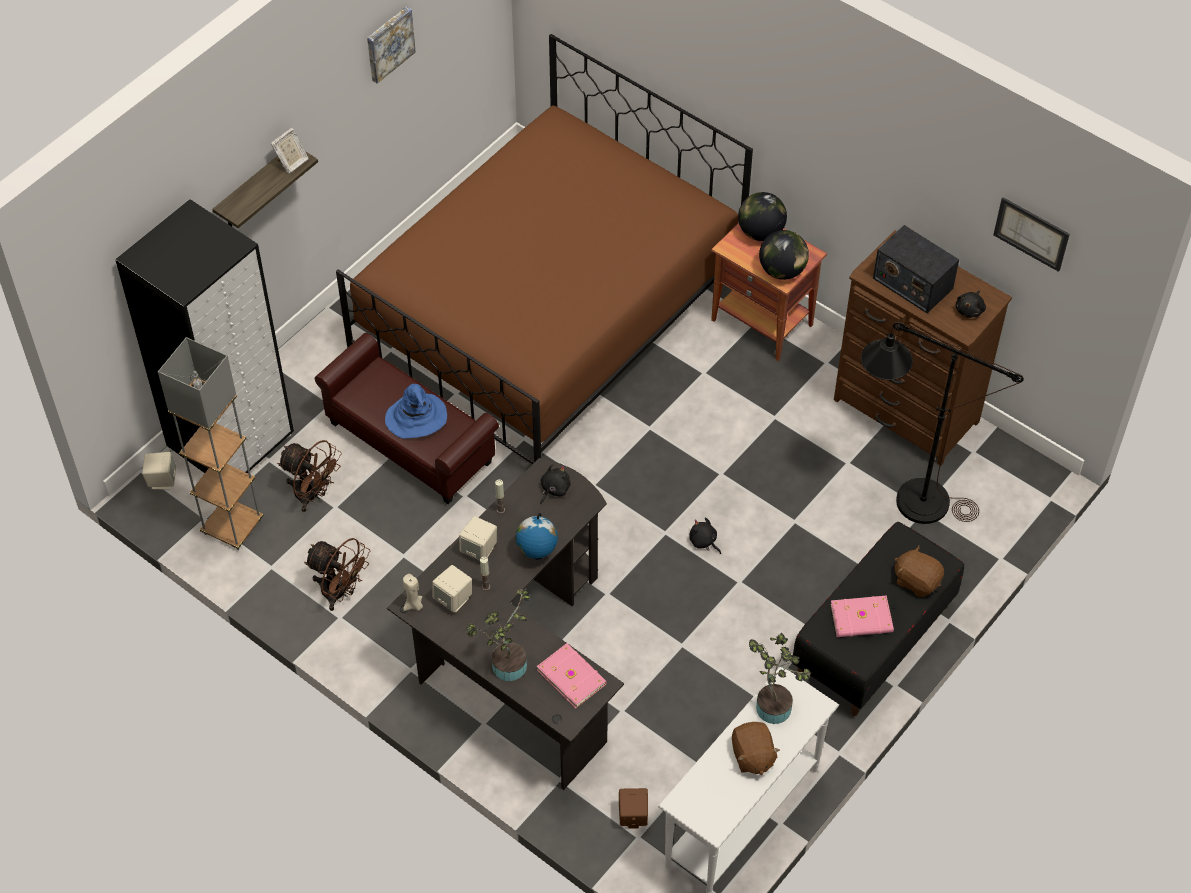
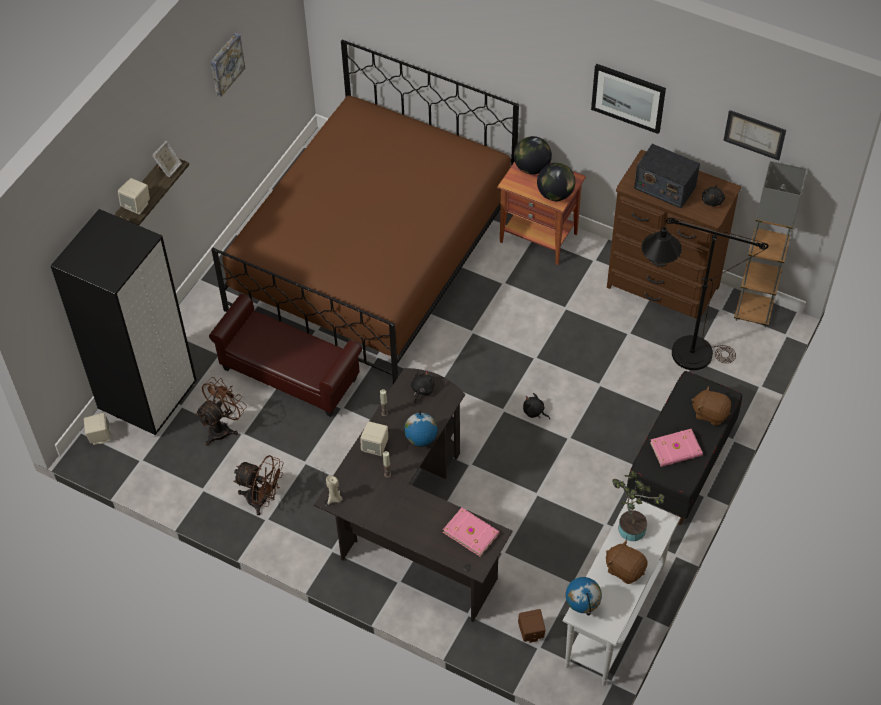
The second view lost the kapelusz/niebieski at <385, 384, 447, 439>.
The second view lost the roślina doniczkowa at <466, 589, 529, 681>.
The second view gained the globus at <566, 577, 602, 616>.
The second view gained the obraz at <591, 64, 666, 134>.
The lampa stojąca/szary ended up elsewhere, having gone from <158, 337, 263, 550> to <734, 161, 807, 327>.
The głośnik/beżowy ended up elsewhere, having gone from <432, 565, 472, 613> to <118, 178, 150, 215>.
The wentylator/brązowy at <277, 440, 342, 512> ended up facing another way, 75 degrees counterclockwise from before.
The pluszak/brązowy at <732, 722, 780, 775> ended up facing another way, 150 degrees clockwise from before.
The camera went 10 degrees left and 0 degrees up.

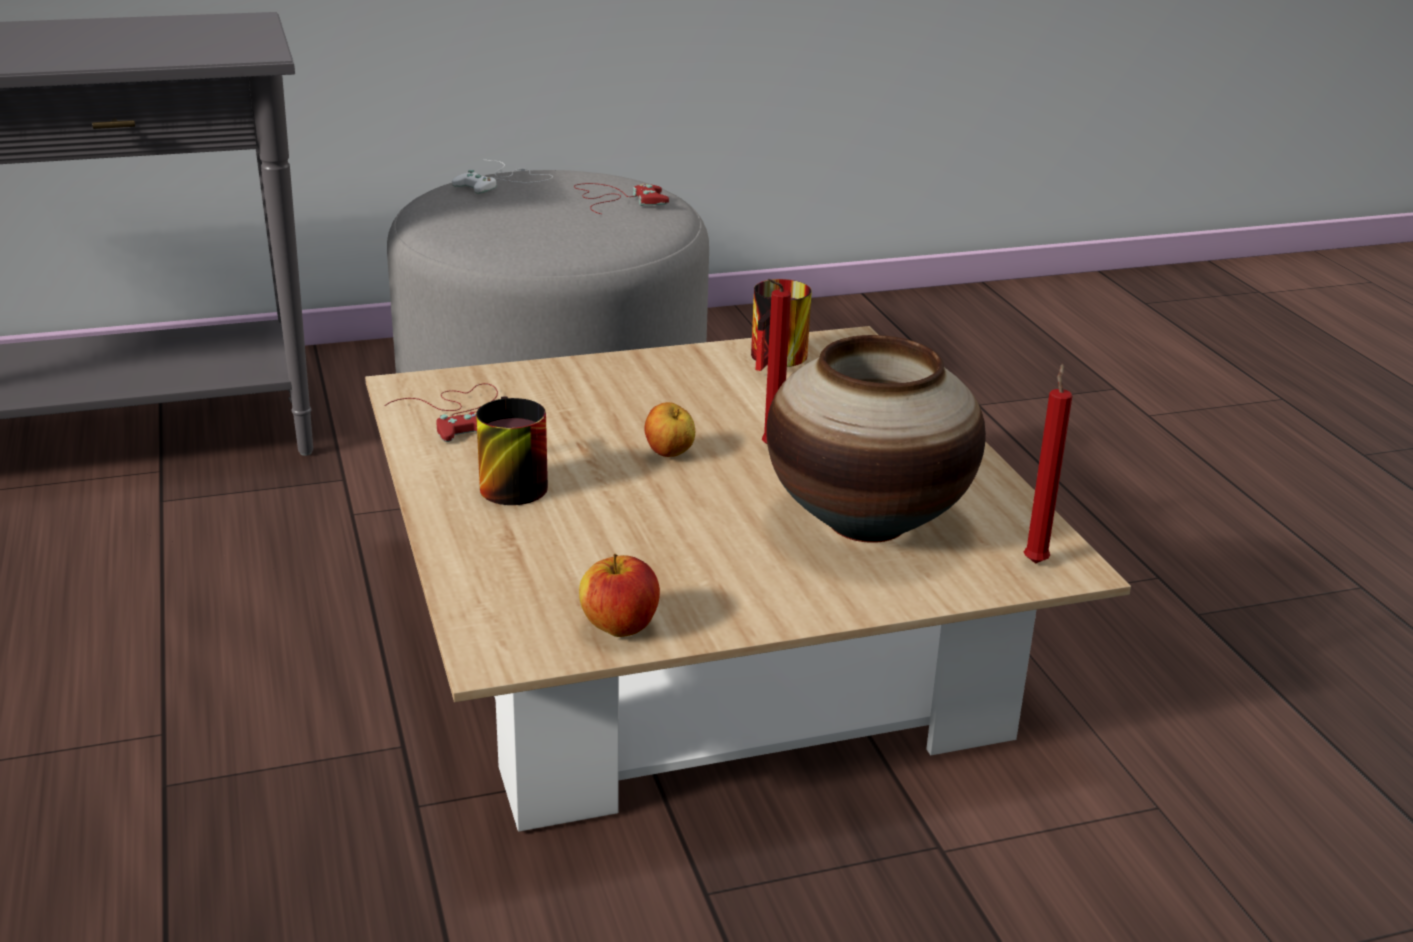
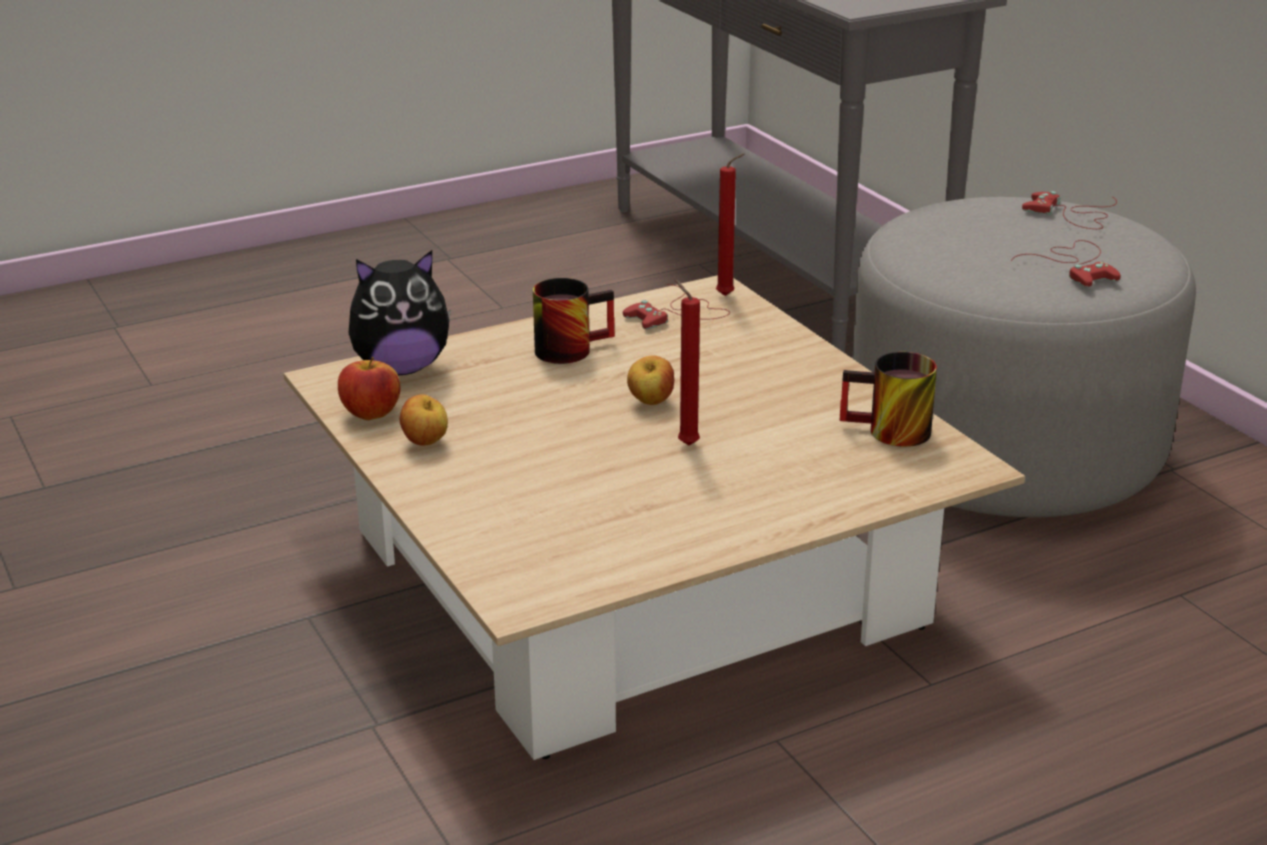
The second view lost the wazon at <766, 335, 986, 543>.
The second view gained the pluszak at <349, 250, 451, 375>.
The second view gained the jabłko at <400, 394, 448, 446>.
The świeca/czerwony ended up elsewhere, having gone from <1024, 363, 1073, 564> to <716, 153, 744, 296>.
What was the pad do gier/biały at <452, 160, 553, 194> turned into the pad do gier/czerwony at <1022, 191, 1117, 229>.
The camera went 80 degrees right and 0 degrees up.

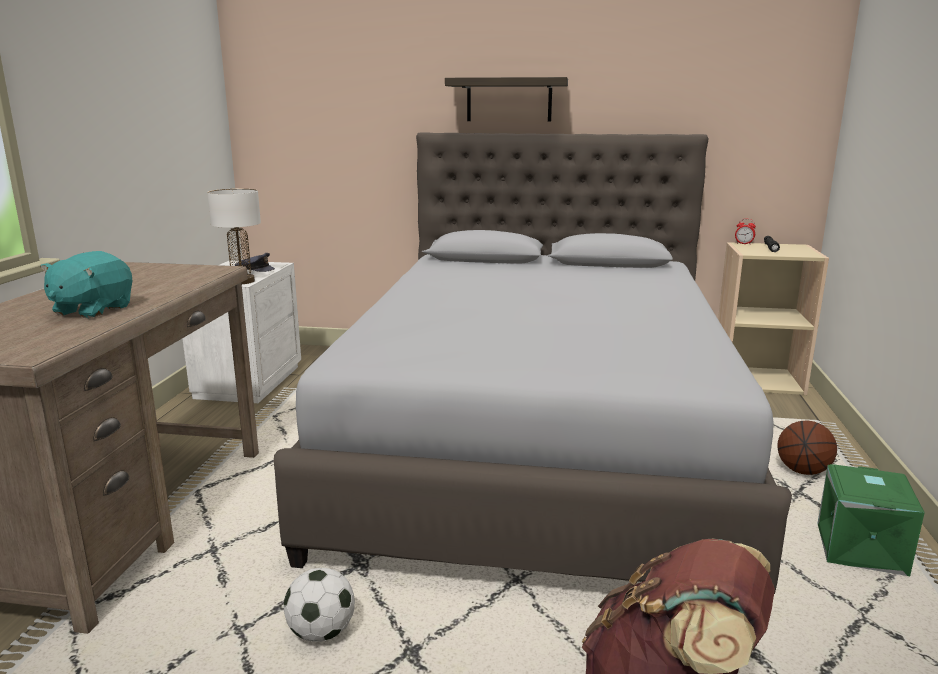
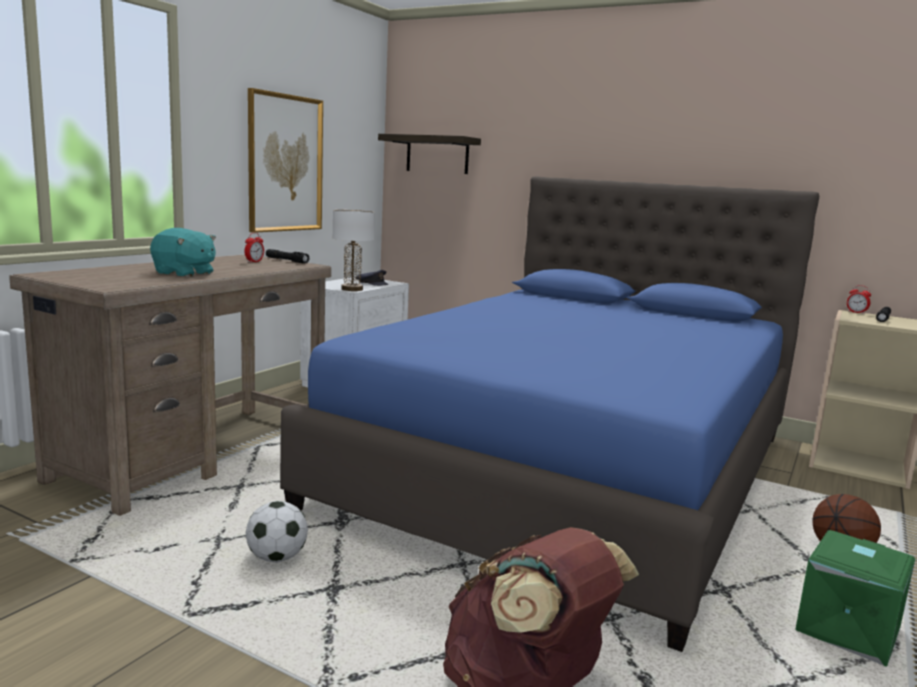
The second view gained the budzik at <245, 233, 264, 263>.
The second view gained the obraz at <248, 88, 323, 233>.
The second view gained the latarka/czarny at <266, 249, 309, 263>.
The półka ended up elsewhere, having gone from <445, 77, 568, 121> to <378, 134, 481, 174>.
What was the łóżko/szary at <274, 132, 792, 594> turned into the łóżko/niebieski at <280, 176, 819, 652>.
The pluszak/turkusowy at <40, 251, 132, 319> ended up facing another way, 105 degrees counterclockwise from before.
The camera went 20 degrees right and 5 degrees down.

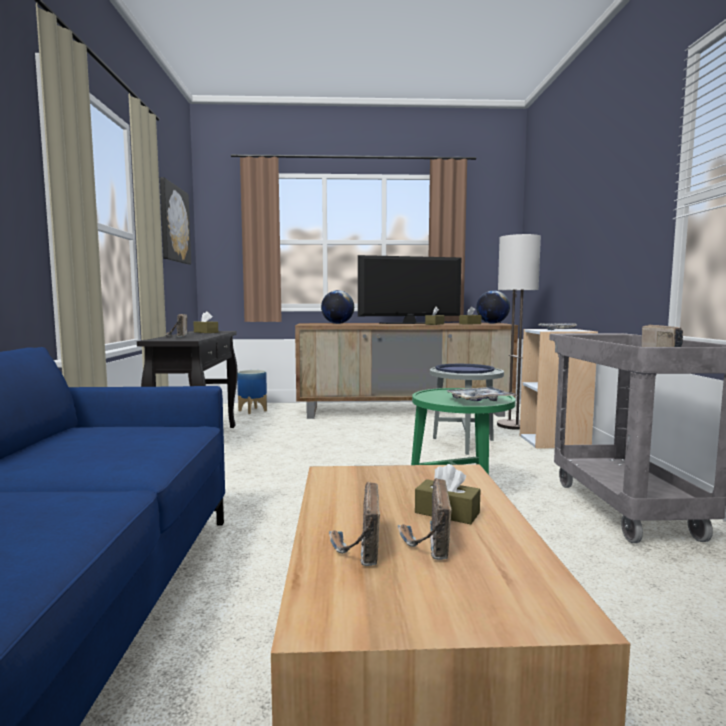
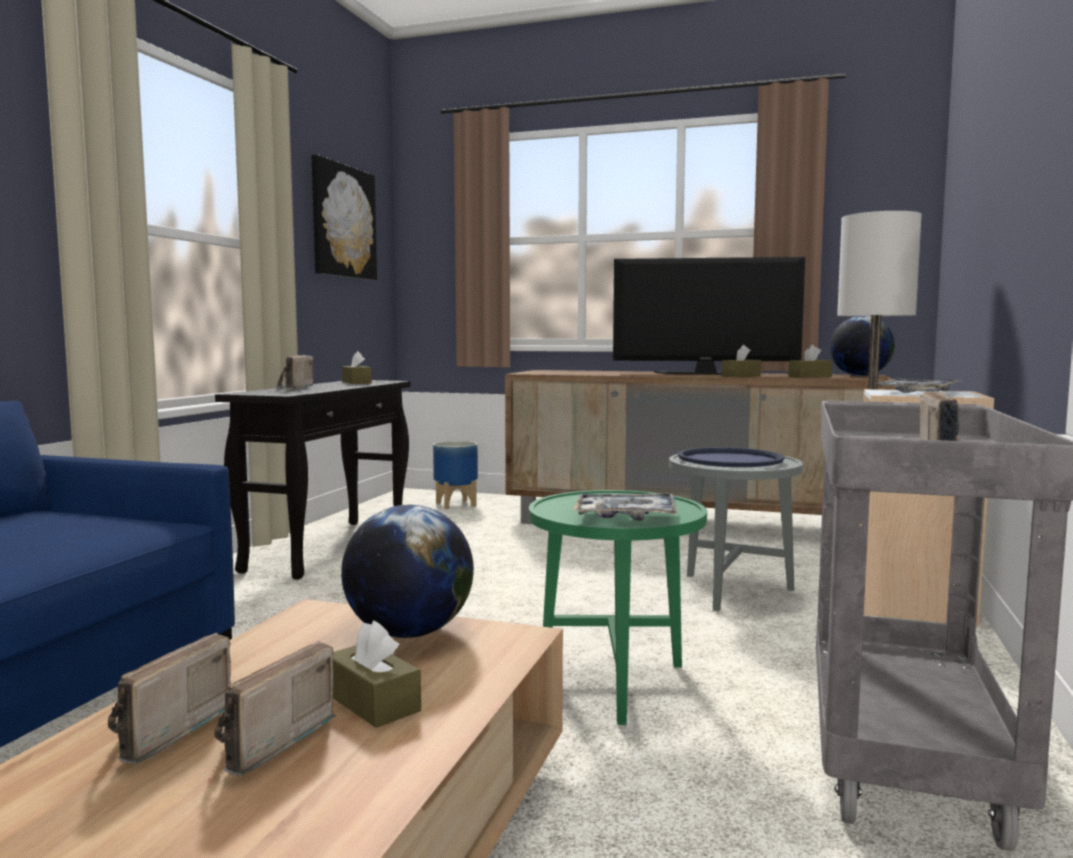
The globus ended up elsewhere, having gone from <321, 290, 354, 324> to <341, 505, 474, 638>.
The camera went 20 degrees right and 0 degrees up.

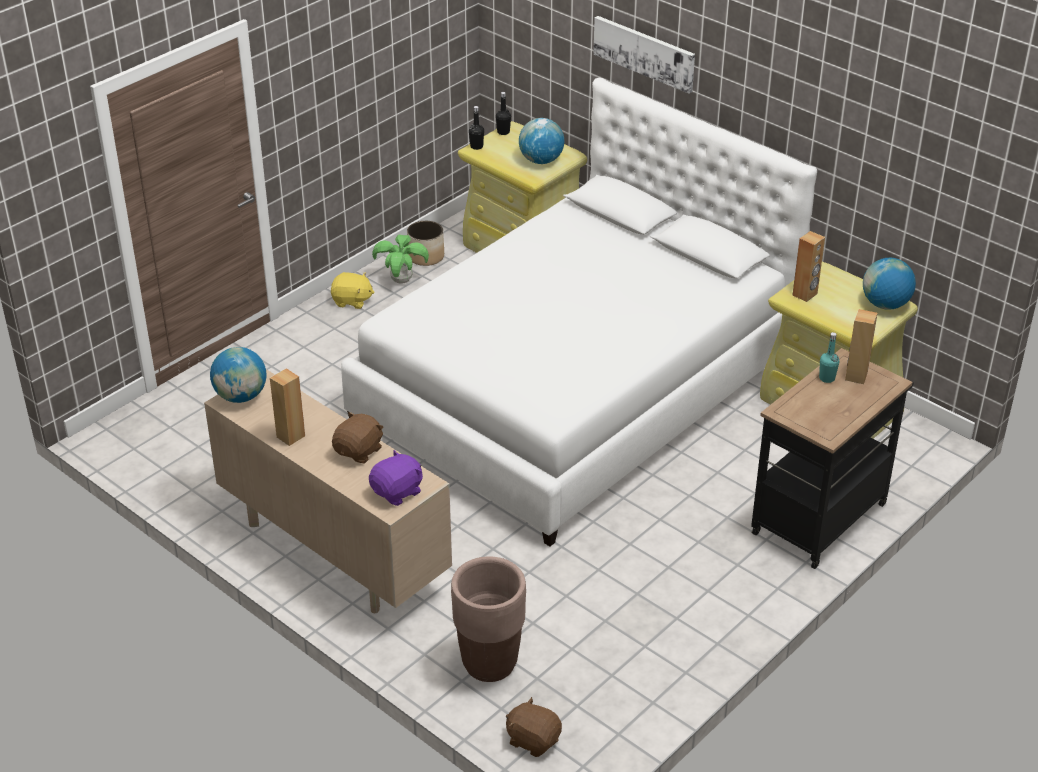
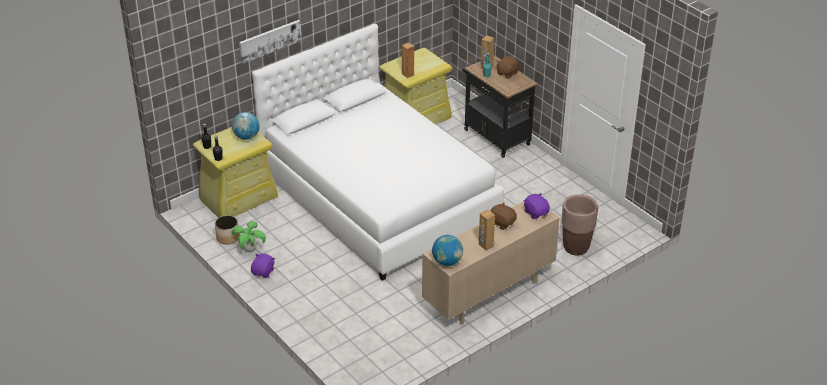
The second view lost the globus at <863, 258, 916, 310>.
The pluszak/brązowy ended up elsewhere, having gone from <506, 697, 562, 757> to <496, 56, 519, 79>.
What was the pluszak/żółty at <331, 272, 375, 309> turned into the pluszak/fioletowy at <251, 254, 275, 278>.
The camera went 80 degrees left and 0 degrees up.

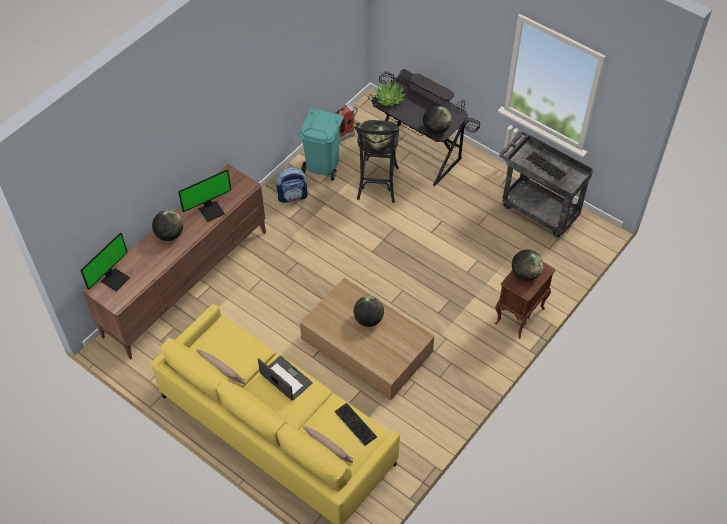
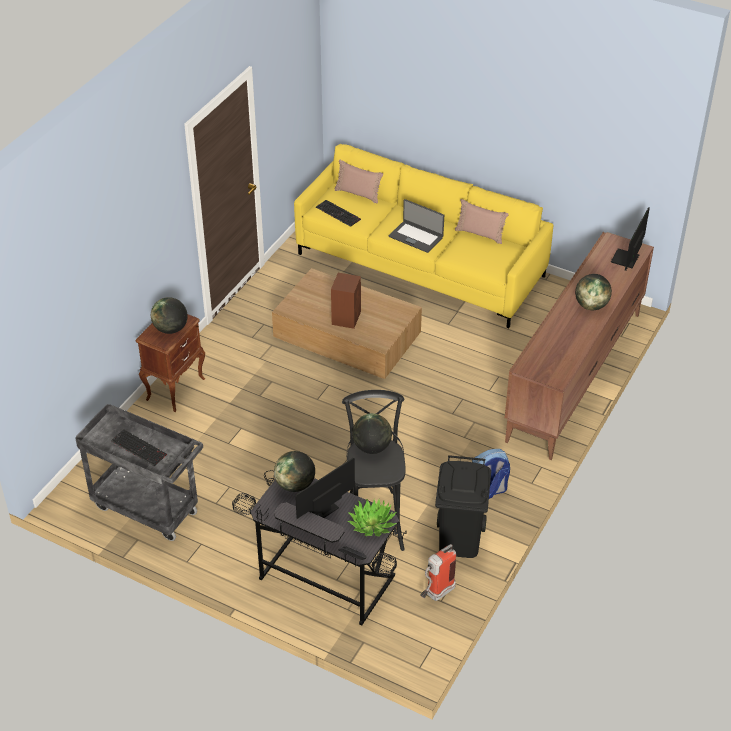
The monitor ended up elsewhere, having gone from <178, 170, 231, 222> to <295, 458, 355, 519>.
Where the globus stood at <354, 295, 384, 327>, the głośnik/brązowy came to stand at <331, 273, 361, 329>.
What was the kosz na śmieci/turkusowy at <299, 108, 344, 181> turned into the kosz na śmieci/czarny at <435, 455, 491, 558>.
The camera went 170 degrees right and 10 degrees down.

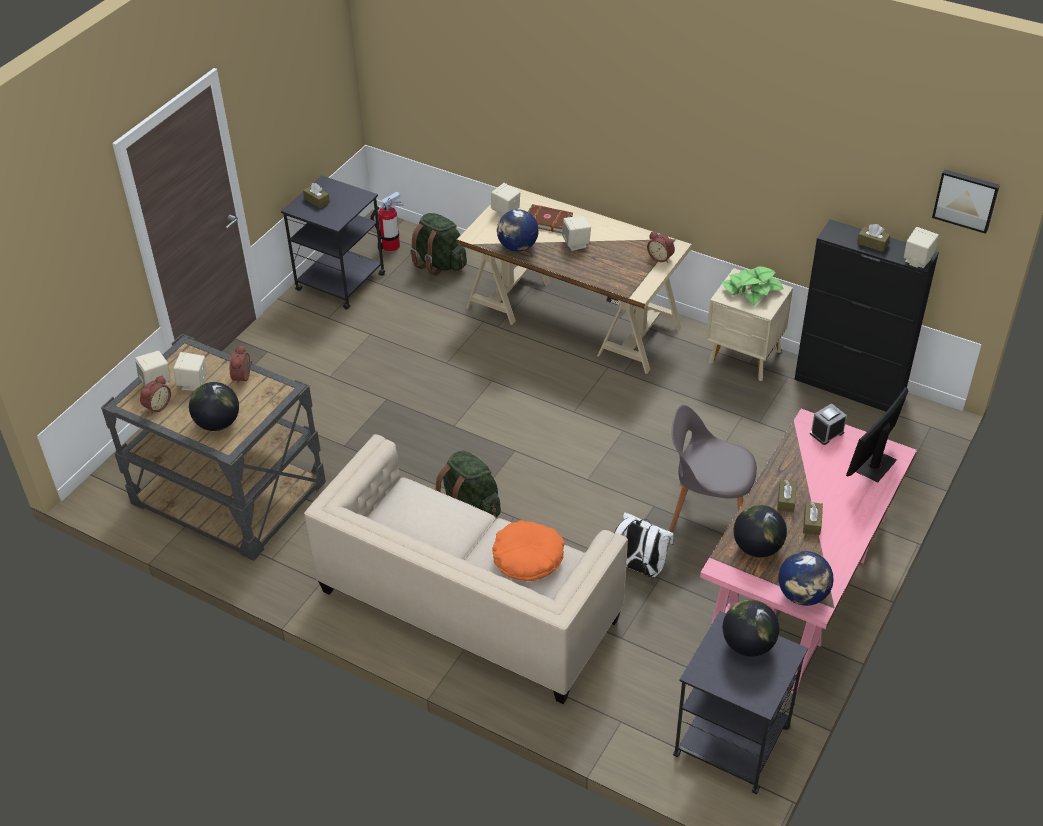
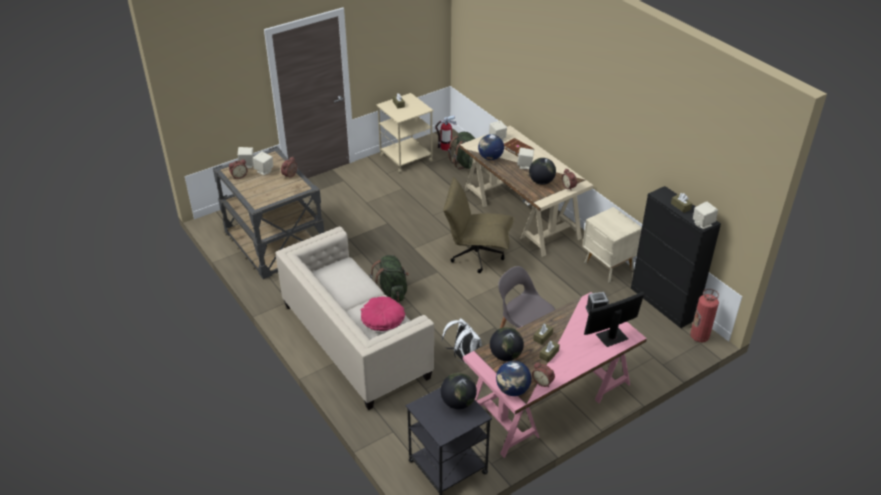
The second view lost the roślina doniczkowa at <722, 267, 784, 306>.
The second view lost the obraz at <932, 169, 1000, 234>.
The second view gained the krzesło biurowe/beżowy at <443, 177, 514, 273>.
The second view gained the budzik at <532, 362, 555, 387>.
The second view gained the gaśnica at <690, 289, 719, 342>.
The globus ended up elsewhere, having gone from <189, 382, 239, 431> to <529, 158, 556, 185>.
What was the wózek/czarny at <281, 175, 385, 309> turned into the wózek/beżowy at <376, 93, 433, 172>.
What was the poduszka/pomarańczowy at <492, 520, 565, 581> turned into the poduszka/różowy at <361, 296, 405, 331>.
The camera went 25 degrees right and 5 degrees down.

